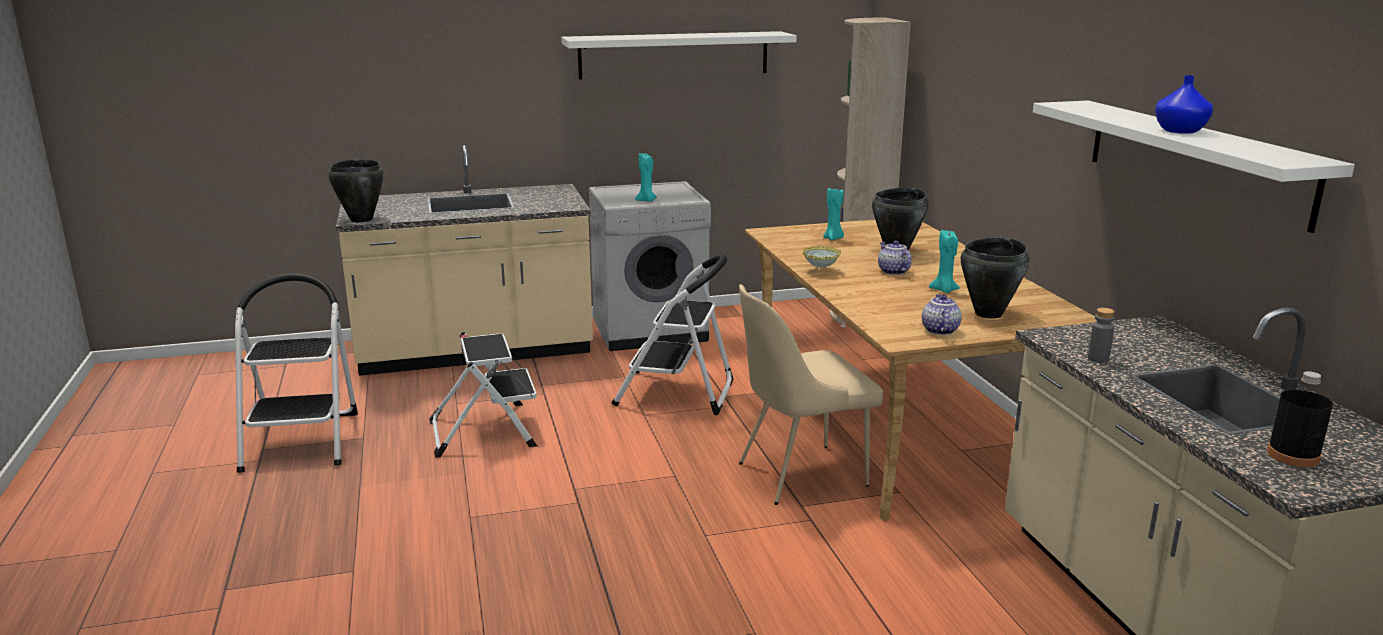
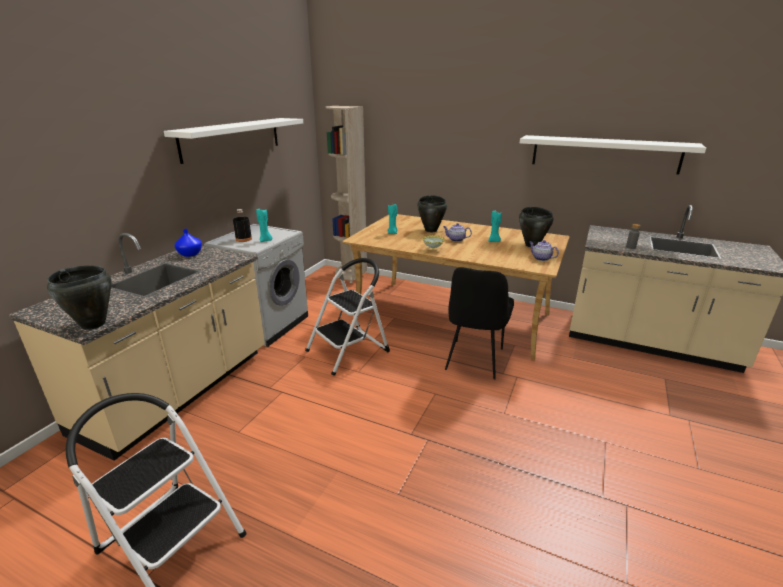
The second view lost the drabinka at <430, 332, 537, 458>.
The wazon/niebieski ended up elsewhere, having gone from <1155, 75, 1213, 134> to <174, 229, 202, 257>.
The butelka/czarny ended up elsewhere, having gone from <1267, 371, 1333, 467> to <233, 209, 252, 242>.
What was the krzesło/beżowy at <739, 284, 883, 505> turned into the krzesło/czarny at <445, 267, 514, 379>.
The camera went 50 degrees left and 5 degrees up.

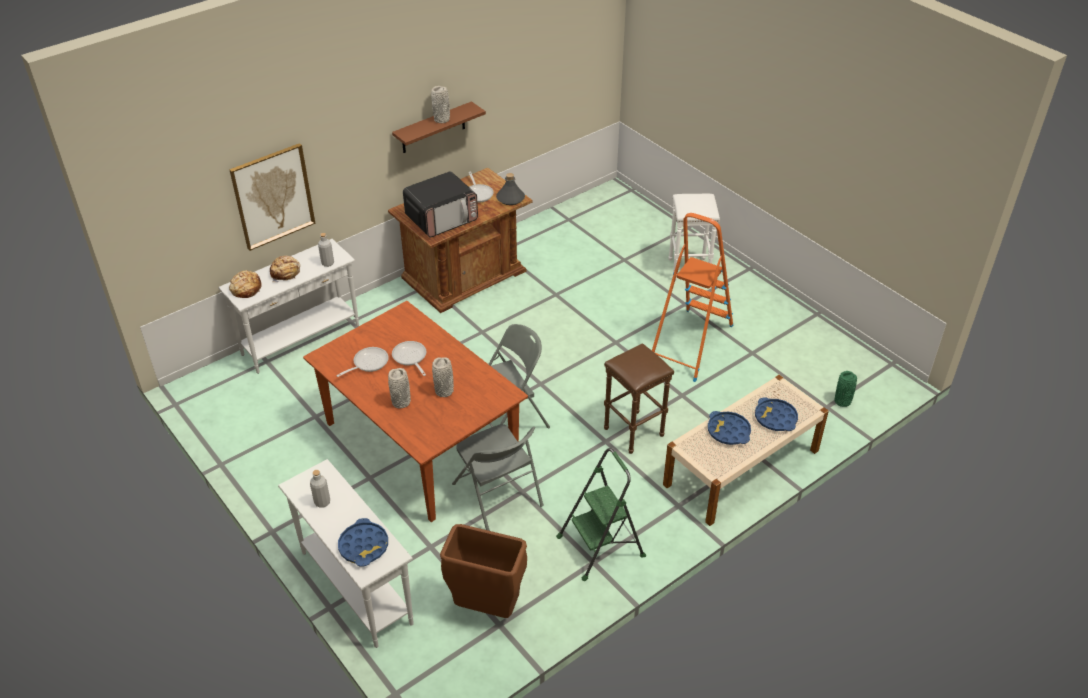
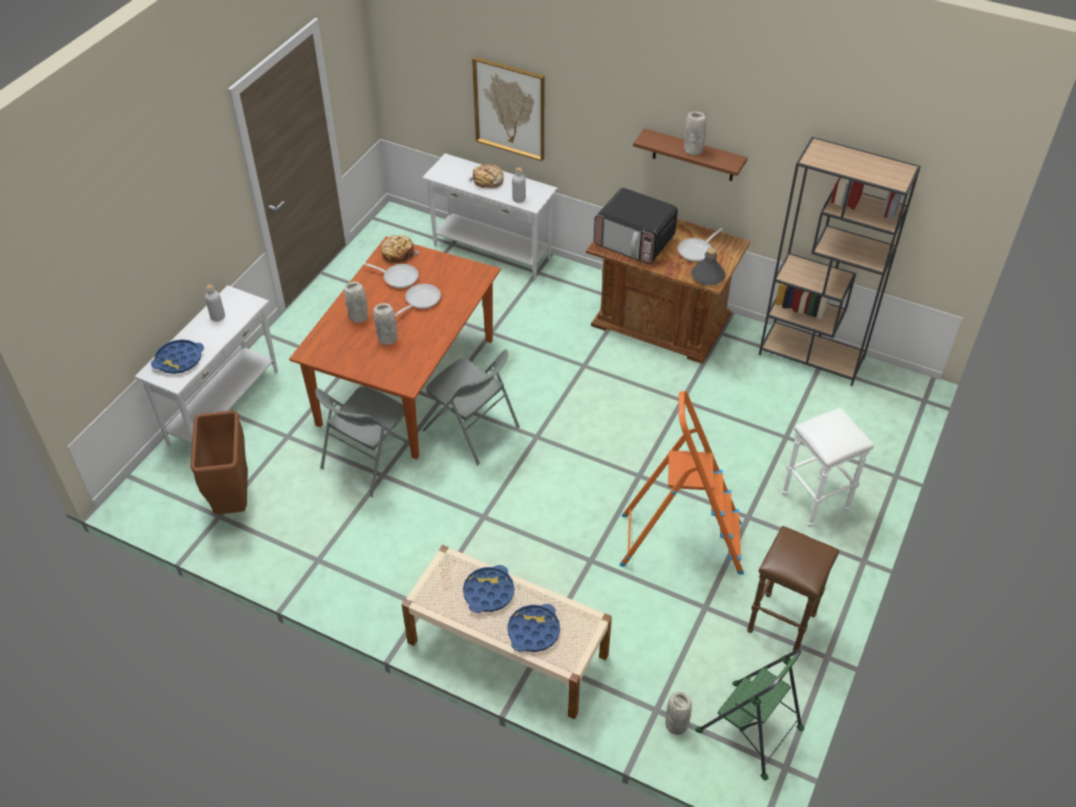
The second view gained the regał at <759, 137, 921, 386>.
The chleb ended up elsewhere, having gone from <229, 270, 262, 298> to <381, 235, 419, 264>.
The drabinka/zielony ended up elsewhere, having gone from <556, 448, 646, 581> to <695, 649, 804, 781>.
The stołek/brązowy ended up elsewhere, having gone from <604, 344, 674, 454> to <747, 526, 839, 651>.
What was the wazon/zielony at <834, 371, 857, 407> turned into the wazon/szary at <665, 692, 692, 735>.
The camera went 65 degrees right and 5 degrees up.

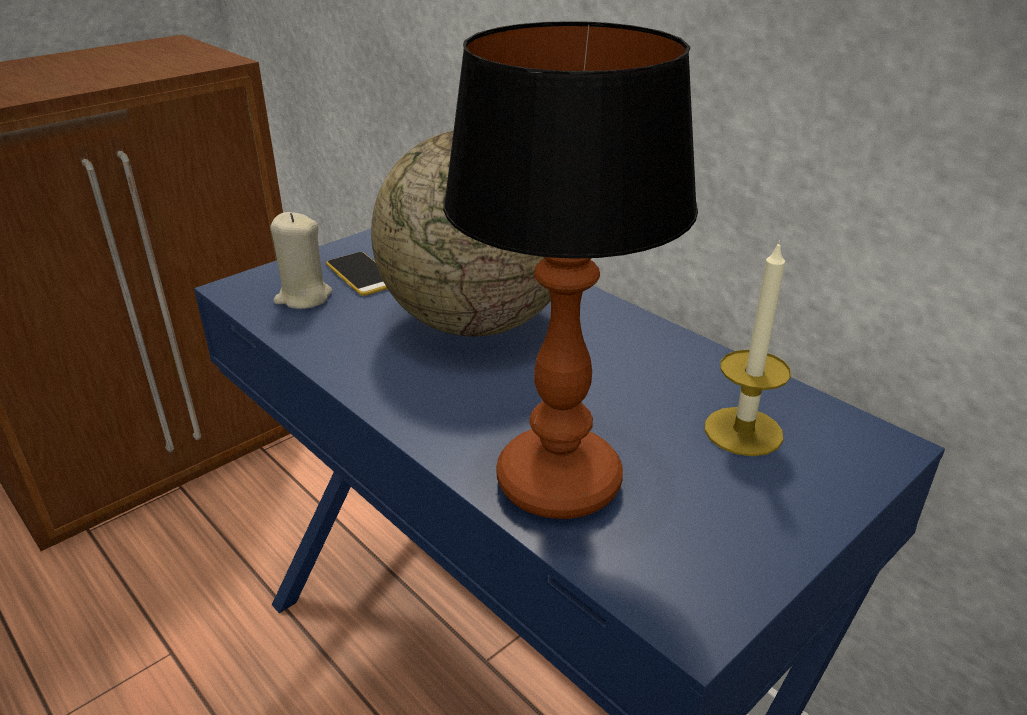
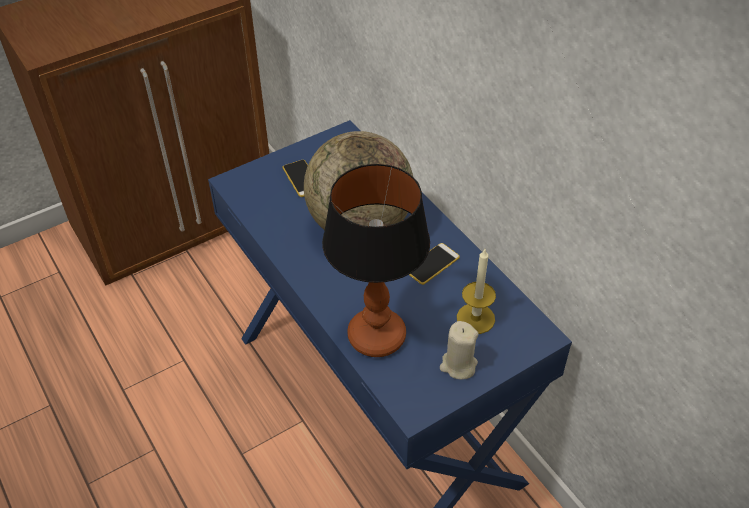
The second view gained the telefon at <409, 243, 460, 285>.
The świeca/beżowy ended up elsewhere, having gone from <270, 212, 332, 309> to <440, 321, 479, 380>.
The camera went 10 degrees right and 15 degrees up.

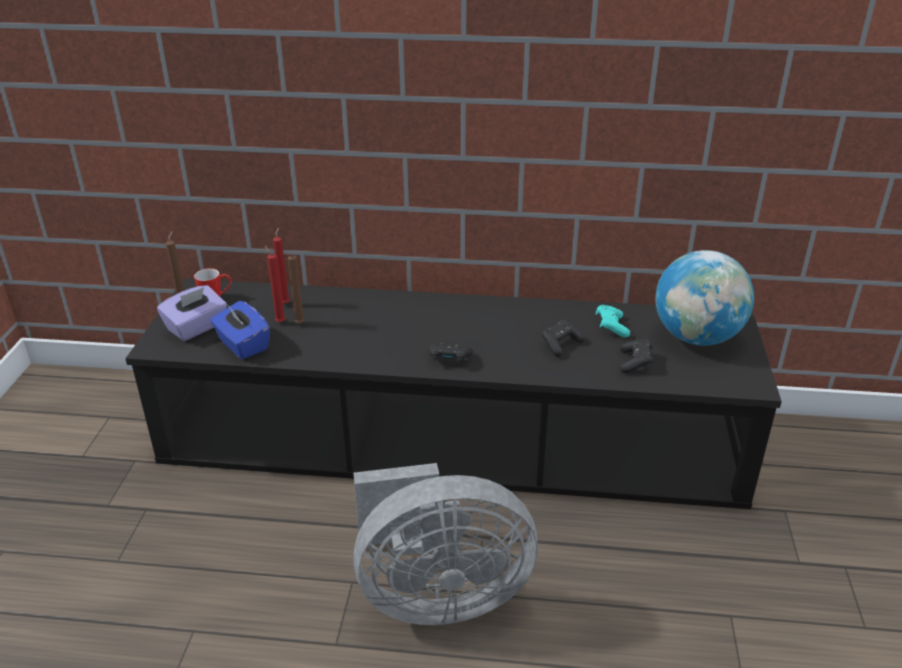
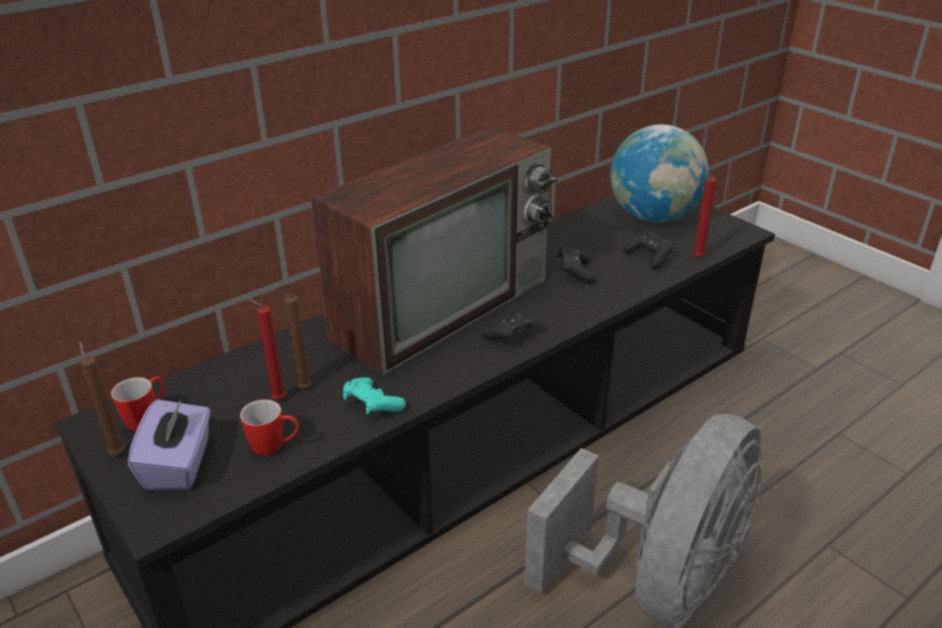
The second view gained the telewizor at <311, 126, 558, 375>.
The świeca/czerwony ended up elsewhere, having gone from <273, 227, 290, 304> to <693, 167, 716, 258>.
The pad do gier/turkusowy ended up elsewhere, having gone from <595, 305, 630, 338> to <343, 377, 406, 414>.
Where the pudełko chusteczek/niebieski stood at <210, 301, 270, 359>, the kubek came to stand at <240, 399, 299, 456>.
The camera went 45 degrees left and 0 degrees up.

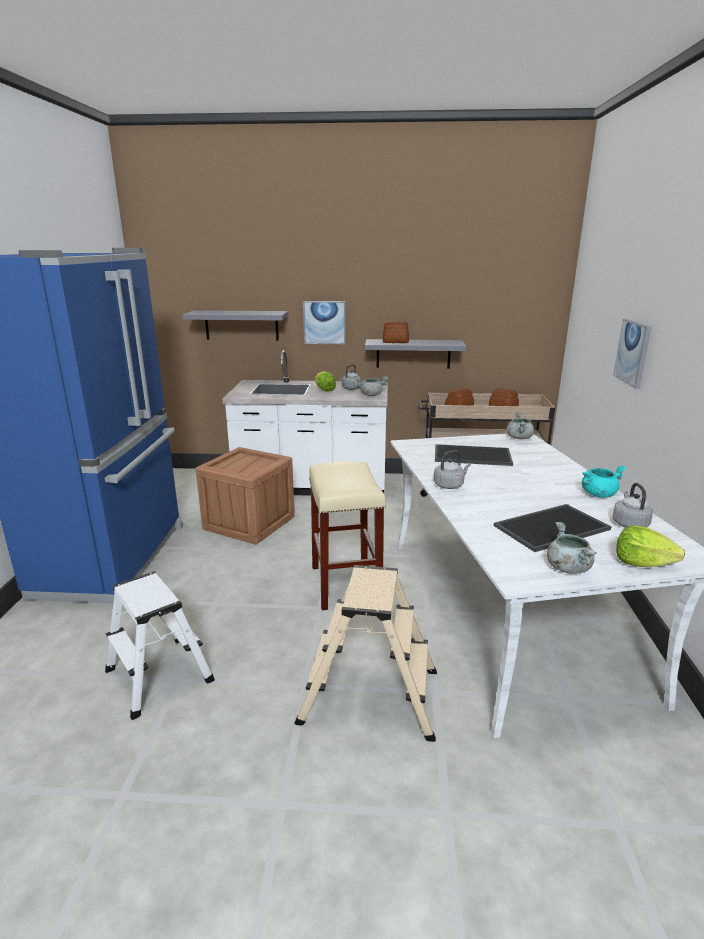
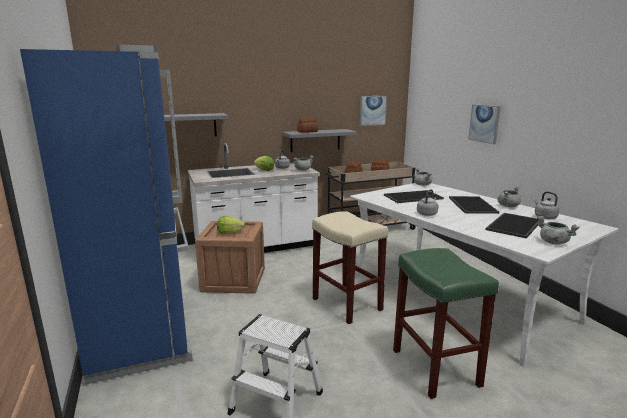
The second view gained the taca at <449, 196, 499, 214>.
The obraz ended up elsewhere, having gone from <303, 301, 346, 344> to <360, 96, 387, 126>.
The sałata ended up elsewhere, having gone from <616, 525, 685, 567> to <217, 216, 245, 234>.
Where the drabinka/beżowy stood at <294, 565, 437, 742>, the stołek/zielony came to stand at <393, 248, 499, 399>.
What was the garnek/turkusowy at <582, 466, 626, 498> turned into the garnek/szary at <498, 187, 521, 207>.
The camera went 25 degrees left and 5 degrees down.

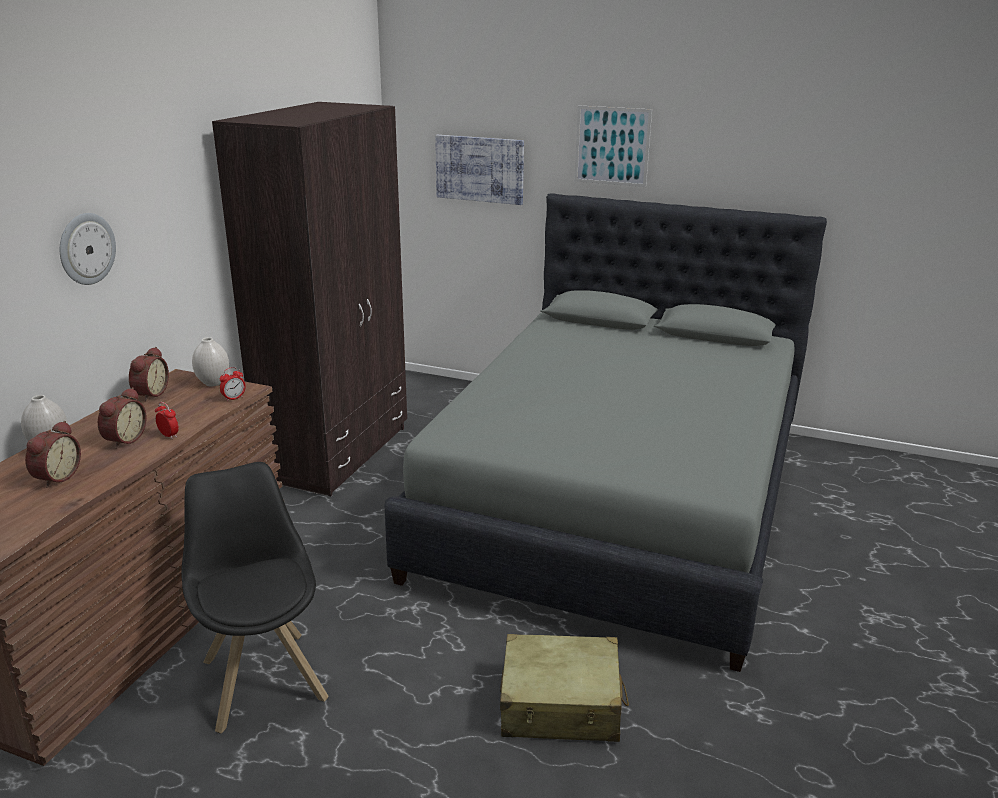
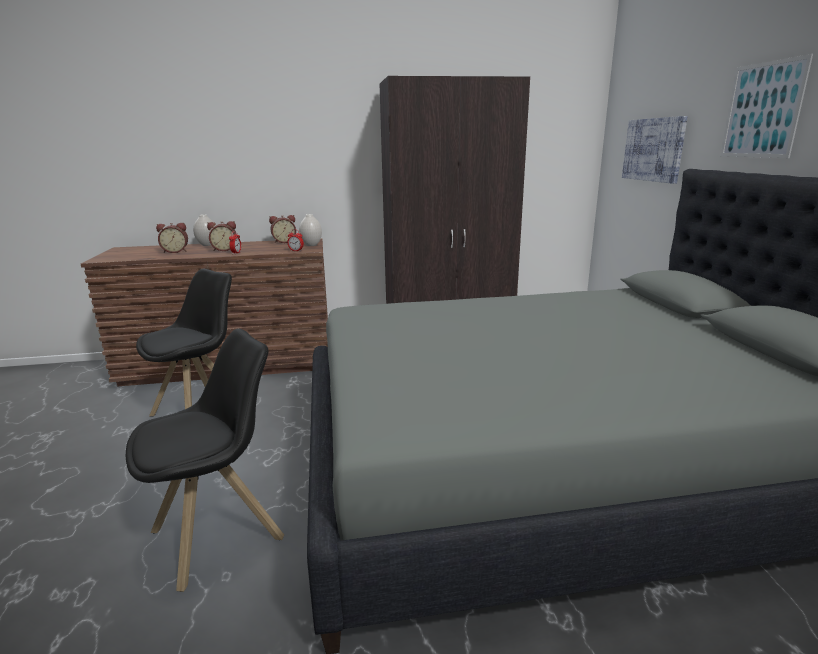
The second view lost the zegar ścienny at <60, 213, 116, 285>.
Where the walizka/beżowy stood at <500, 634, 629, 742>, the krzesło/czarny came to stand at <126, 329, 284, 592>.
The camera went 60 degrees right and 5 degrees down.

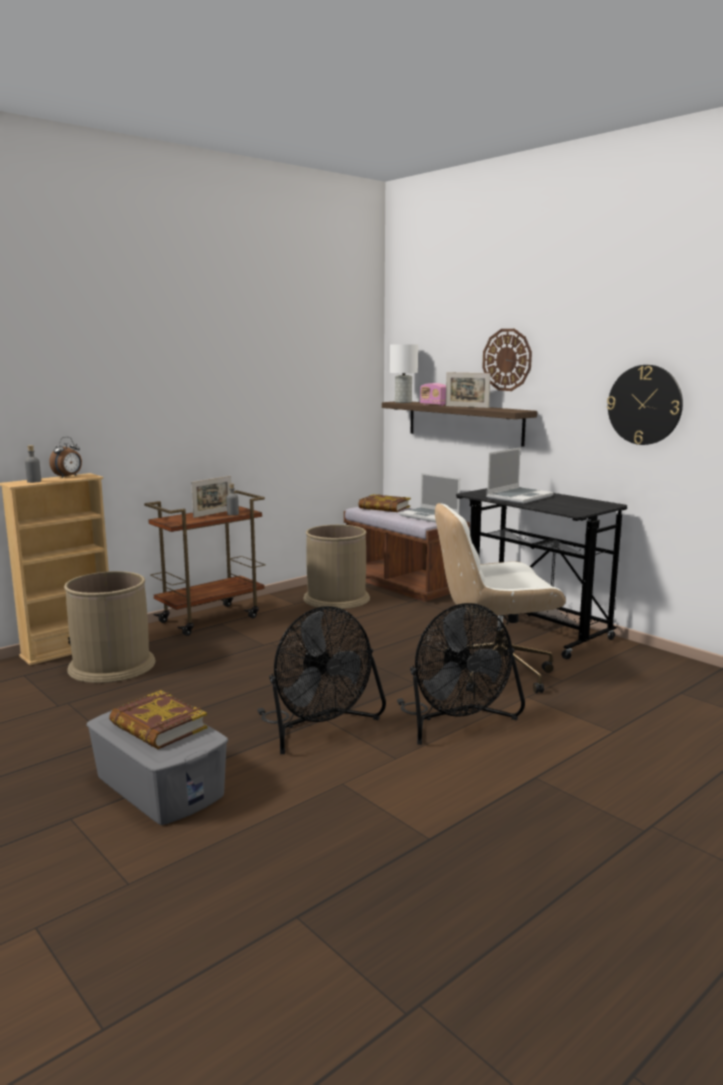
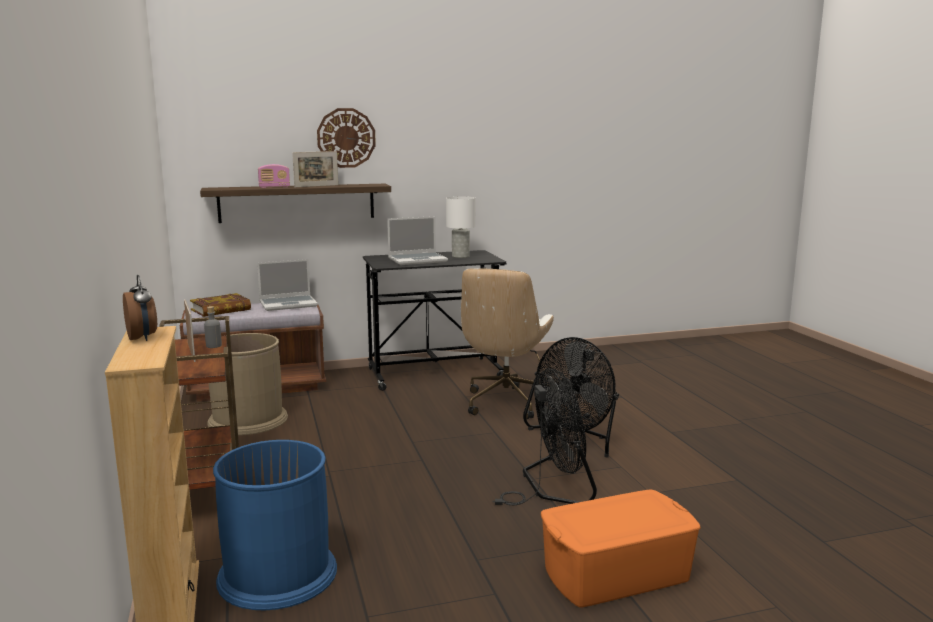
The second view lost the butelka/szary at <25, 445, 41, 483>.
The second view lost the książka at <109, 690, 208, 749>.
The second view lost the zegar ścienny at <607, 365, 683, 445>.
The lampa stołowa/biały ended up elsewhere, having gone from <390, 344, 418, 403> to <446, 196, 475, 258>.
What was the kosz na śmieci/brązowy at <64, 571, 155, 683> turned into the kosz na śmieci/niebieski at <213, 440, 337, 610>.
What was the pojemnik do przechowywania/szary at <86, 710, 228, 825> turned into the pojemnik do przechowywania/pomarańczowy at <541, 489, 701, 608>.
The wentylator/czarny at <397, 603, 525, 745> ended up facing another way, 135 degrees clockwise from before.
The laptop at <486, 447, 554, 504> ended up facing another way, 90 degrees clockwise from before.
The camera went 65 degrees left and 0 degrees up.

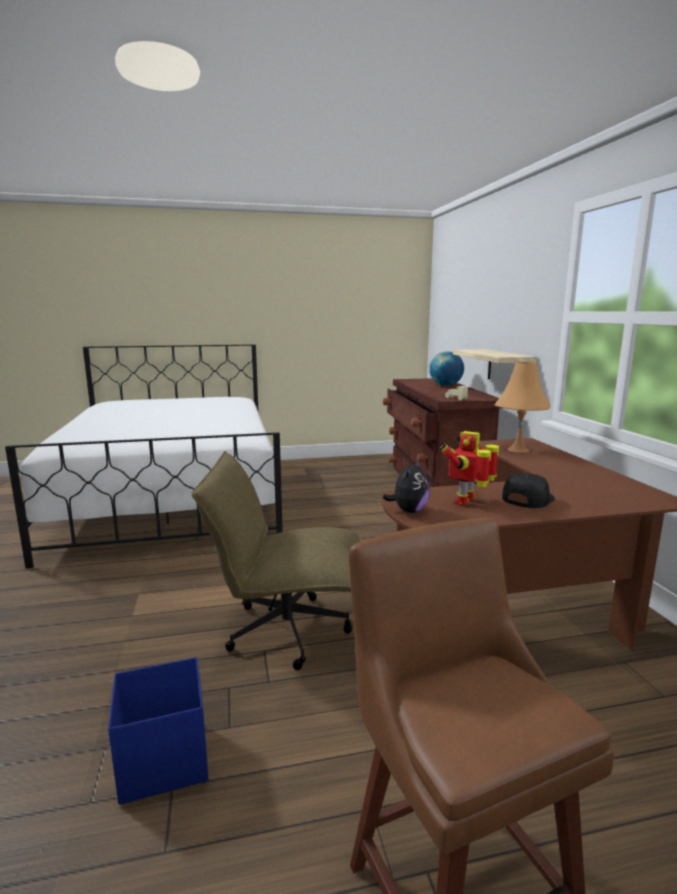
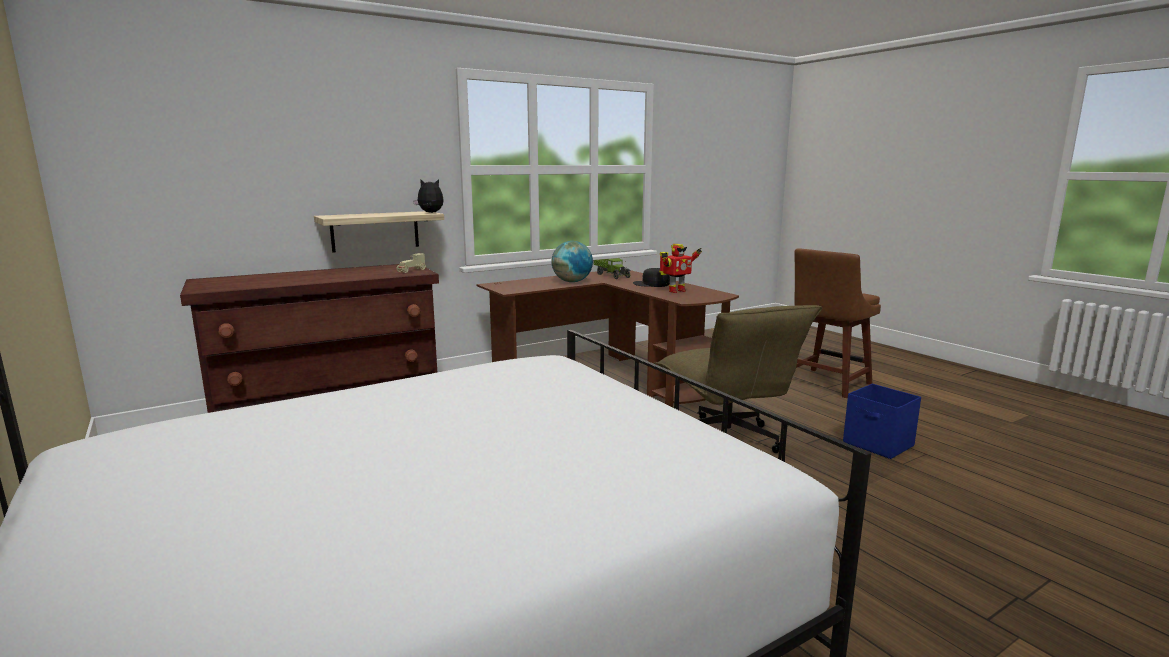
The second view lost the lampa stołowa/pomarańczowy at <495, 362, 551, 453>.
The second view gained the ciężarówka zabawkowa at <594, 258, 631, 279>.
The pluszak ended up elsewhere, having gone from <382, 459, 430, 513> to <413, 179, 444, 213>.
The globus ended up elsewhere, having gone from <429, 352, 464, 386> to <552, 241, 593, 282>.
The robot zabawkowy at <440, 431, 499, 506> ended up facing another way, 45 degrees counterclockwise from before.
The camera went 110 degrees left and 0 degrees up.

